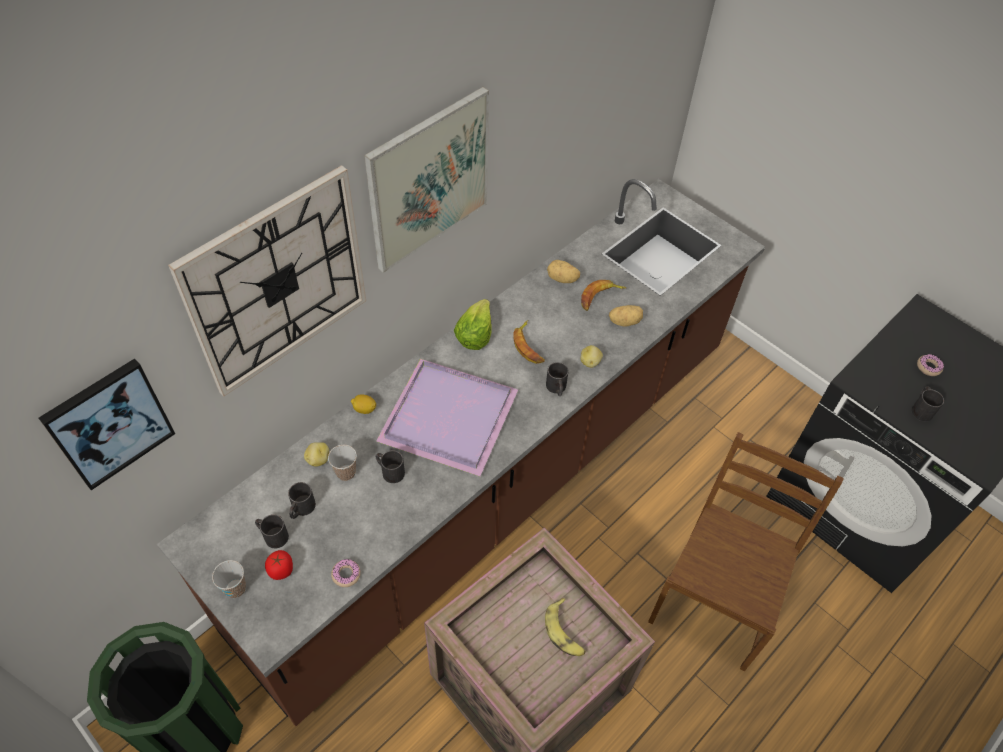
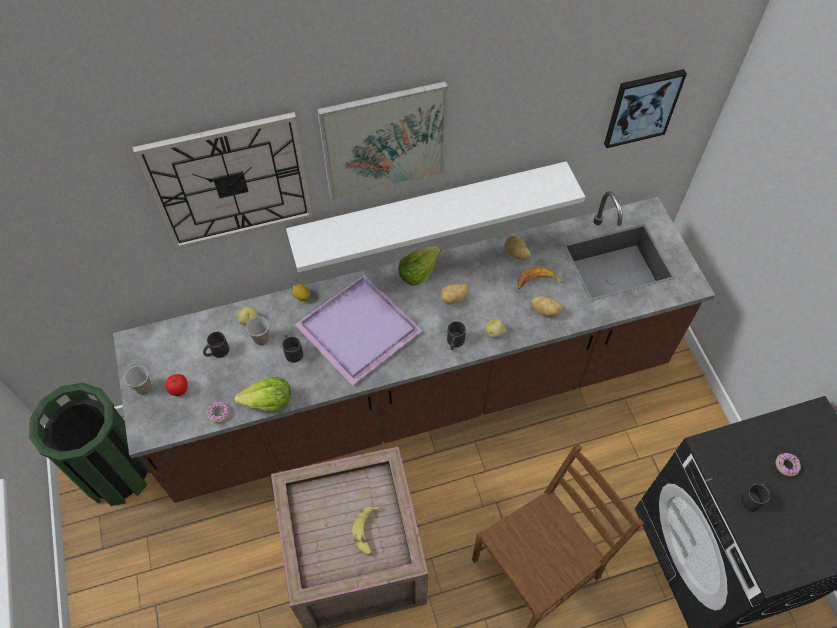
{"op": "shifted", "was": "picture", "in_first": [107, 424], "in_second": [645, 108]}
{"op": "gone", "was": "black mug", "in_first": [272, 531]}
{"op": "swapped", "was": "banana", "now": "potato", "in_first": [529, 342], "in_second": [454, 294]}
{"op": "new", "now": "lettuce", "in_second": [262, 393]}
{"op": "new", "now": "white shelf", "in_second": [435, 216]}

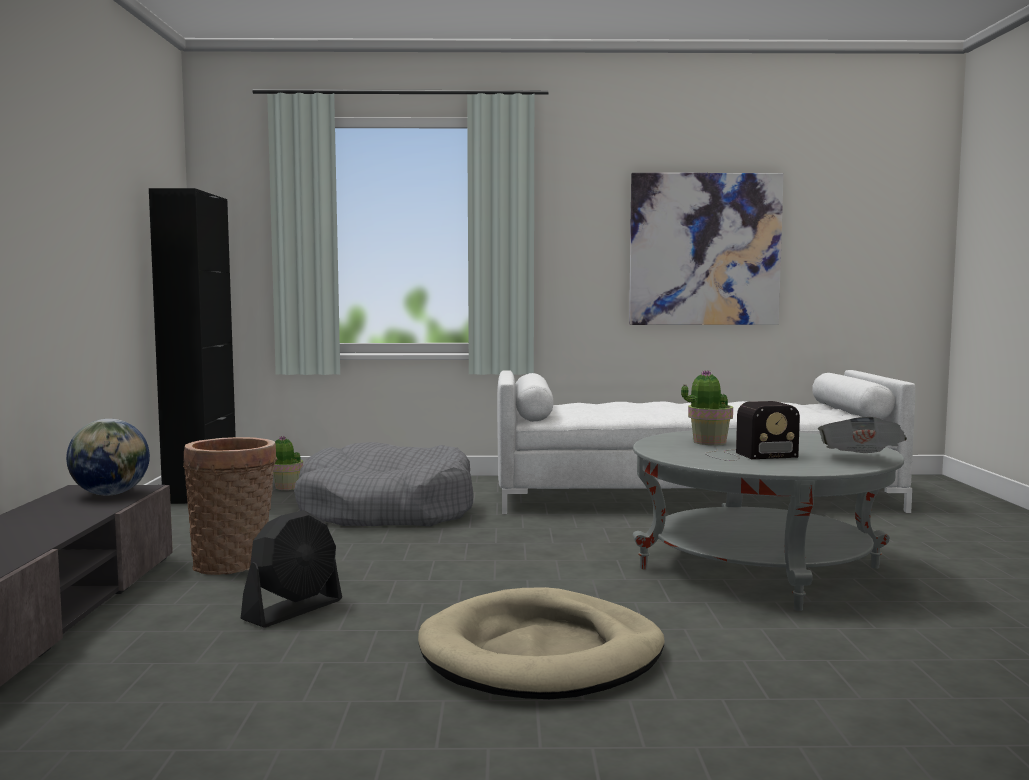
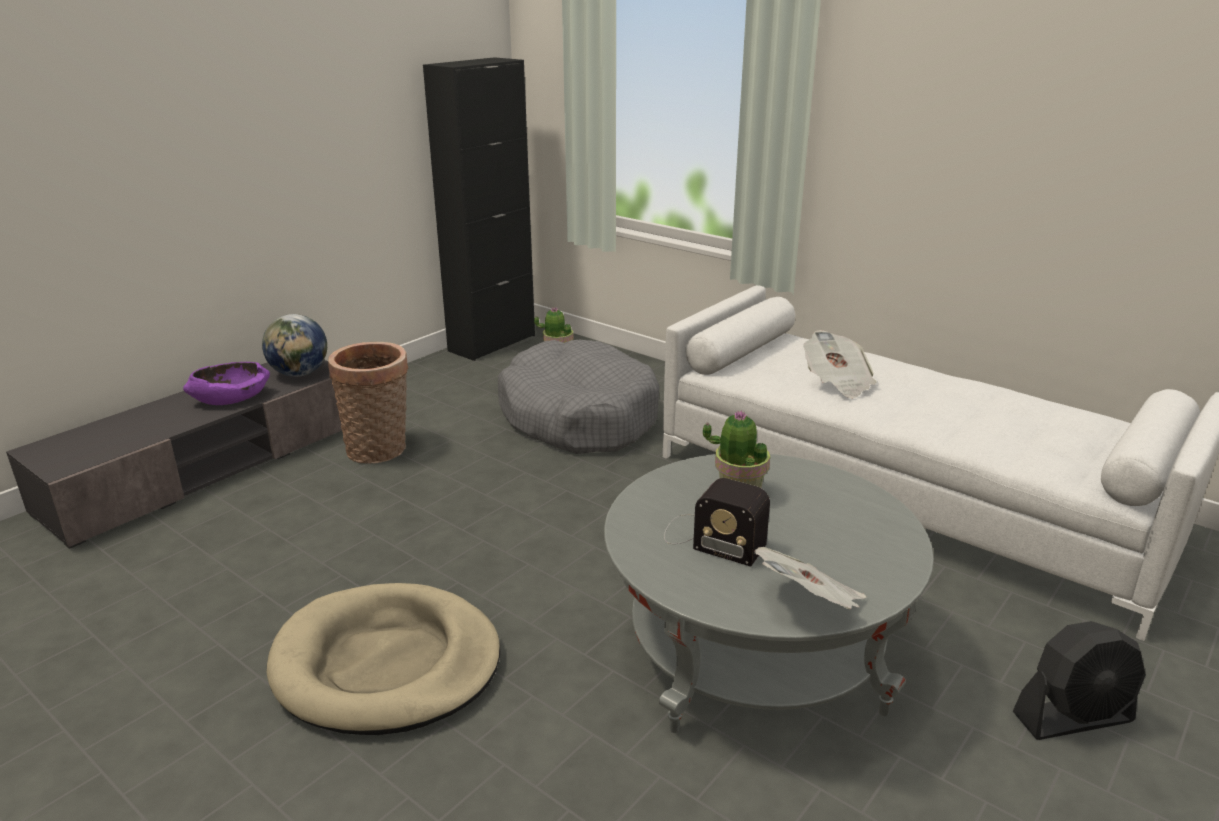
{"op": "shifted", "was": "black fan", "in_first": [291, 569], "in_second": [1079, 680]}
{"op": "gone", "was": "picture", "in_first": [706, 249]}
{"op": "new", "now": "purple bowl", "in_second": [226, 383]}
{"op": "new", "now": "newspaper", "in_second": [840, 364]}

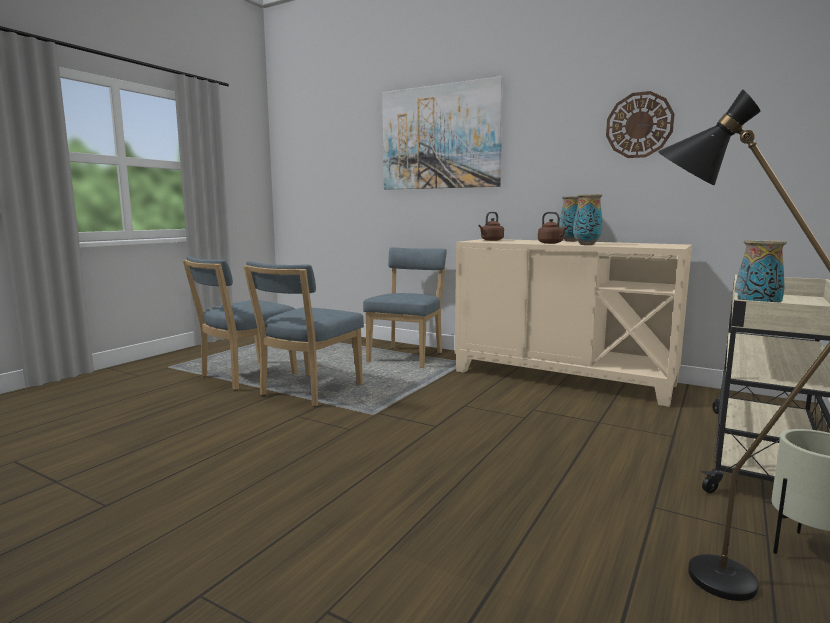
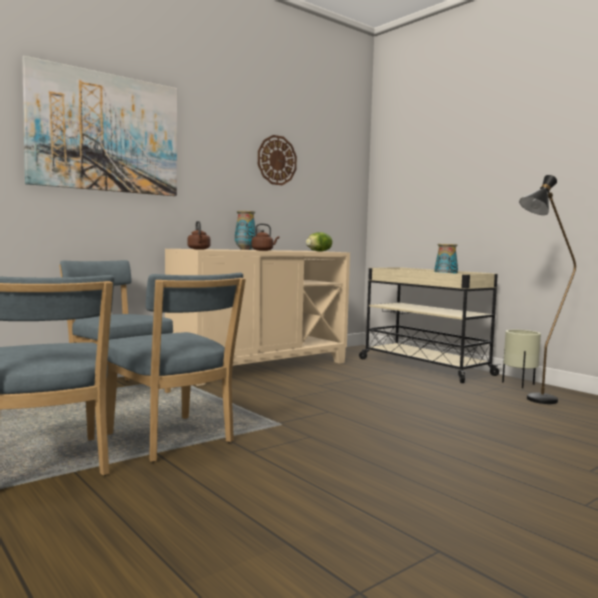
{"op": "gone", "was": "vase", "in_first": [588, 219]}
{"op": "new", "now": "lettuce", "in_second": [319, 242]}

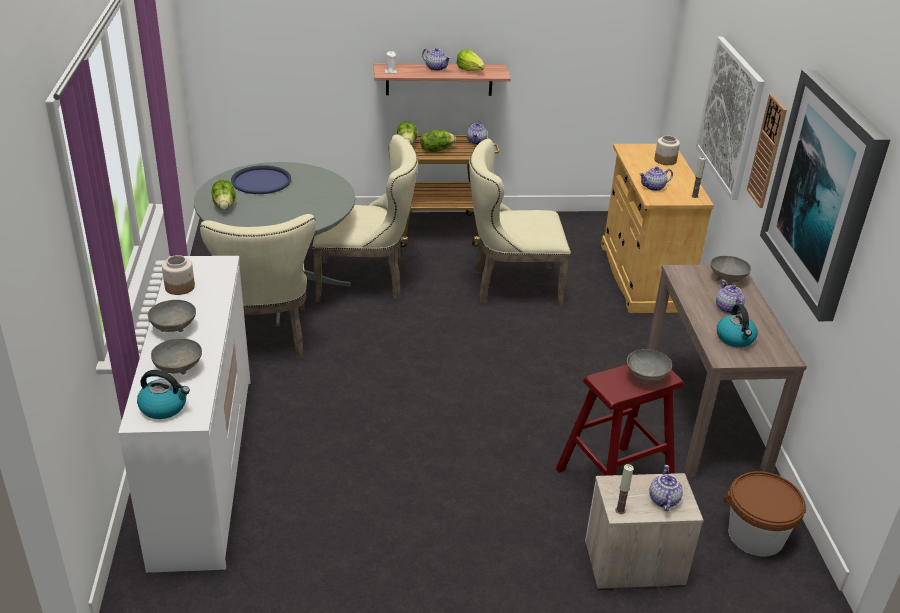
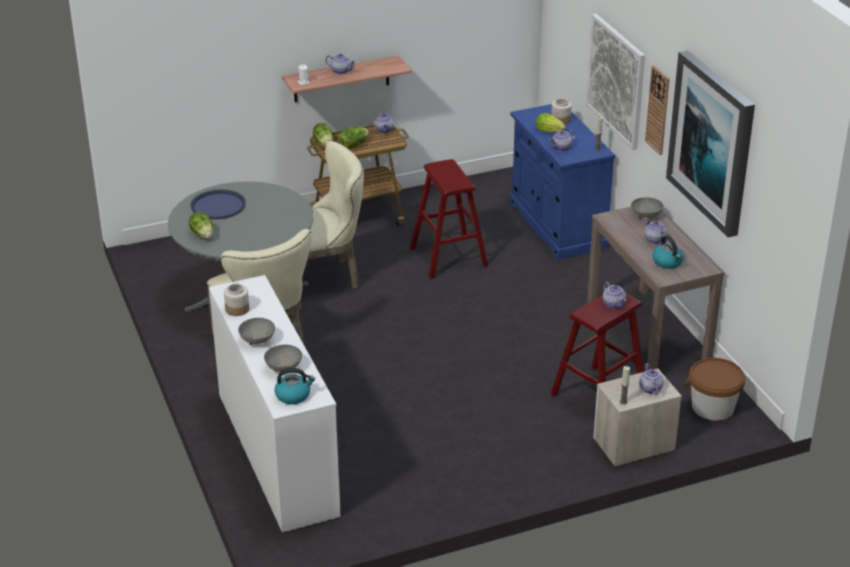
{"op": "shifted", "was": "lettuce", "in_first": [471, 60], "in_second": [551, 122]}
{"op": "swapped", "was": "beige chair", "now": "red stool", "in_first": [520, 223], "in_second": [449, 219]}
{"op": "repainted", "was": "beige cabinet", "now": "blue cabinet", "in_first": [657, 228], "in_second": [563, 182]}
{"op": "swapped", "was": "grey bowl", "now": "teapot", "in_first": [649, 367], "in_second": [614, 295]}

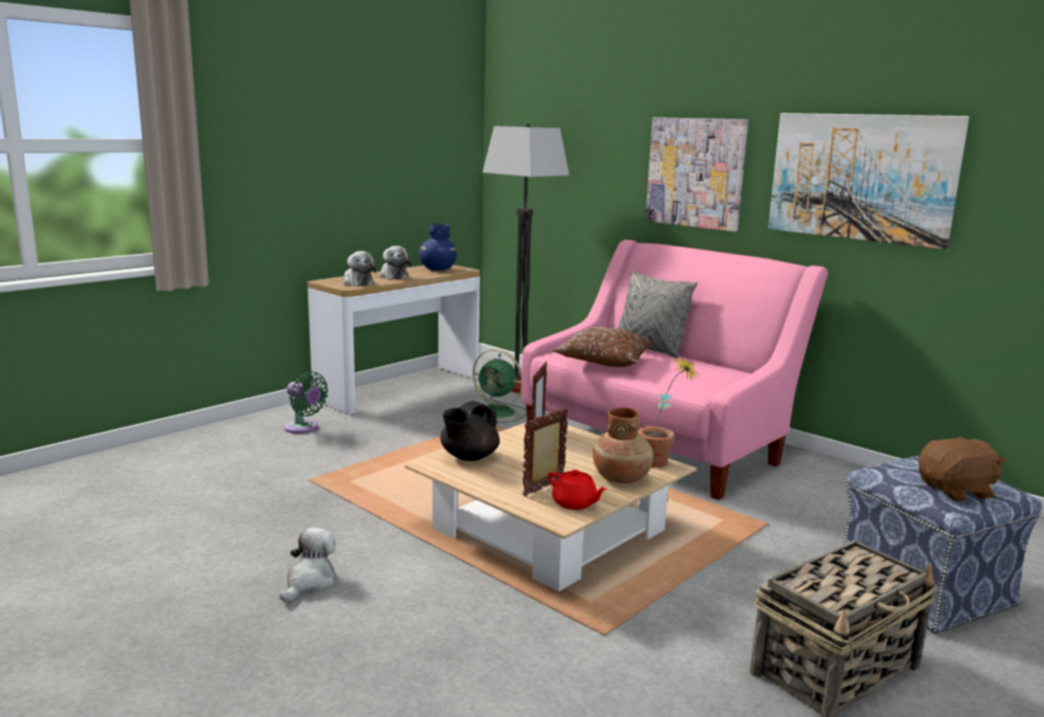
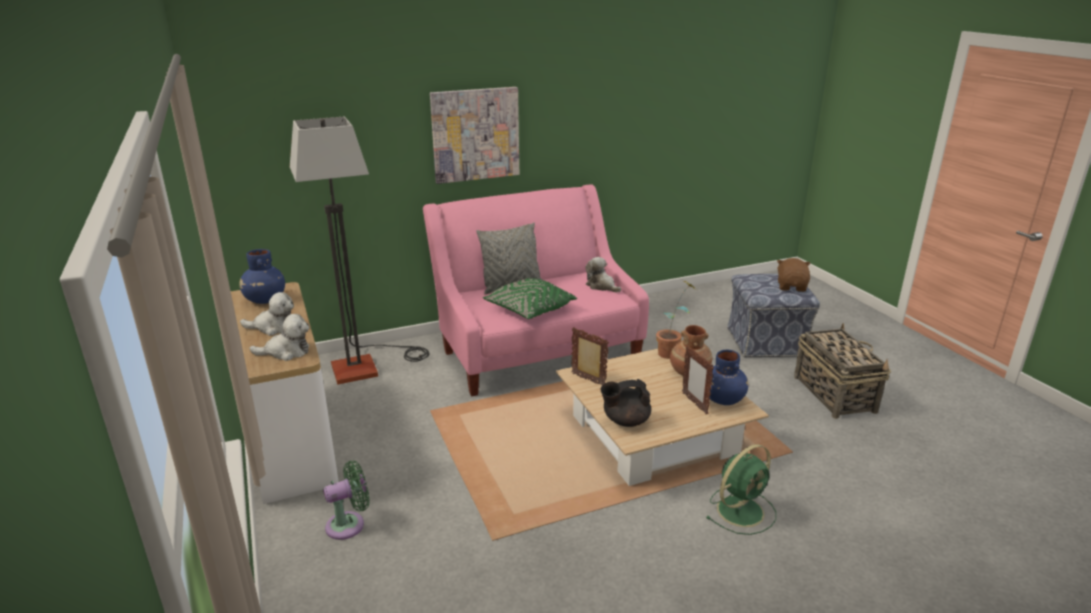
{"op": "shifted", "was": "plush toy", "in_first": [308, 564], "in_second": [603, 275]}
{"op": "rotated", "was": "black teapot", "in_first": [470, 431], "in_second": [626, 403], "clockwise": 105}
{"op": "shifted", "was": "green fan", "in_first": [498, 386], "in_second": [741, 489]}
{"op": "swapped", "was": "red teapot", "now": "blue vase", "in_first": [577, 490], "in_second": [728, 377]}
{"op": "repainted", "was": "brown pillow", "now": "green pillow", "in_first": [602, 347], "in_second": [529, 298]}
{"op": "gone", "was": "picture", "in_first": [868, 181]}

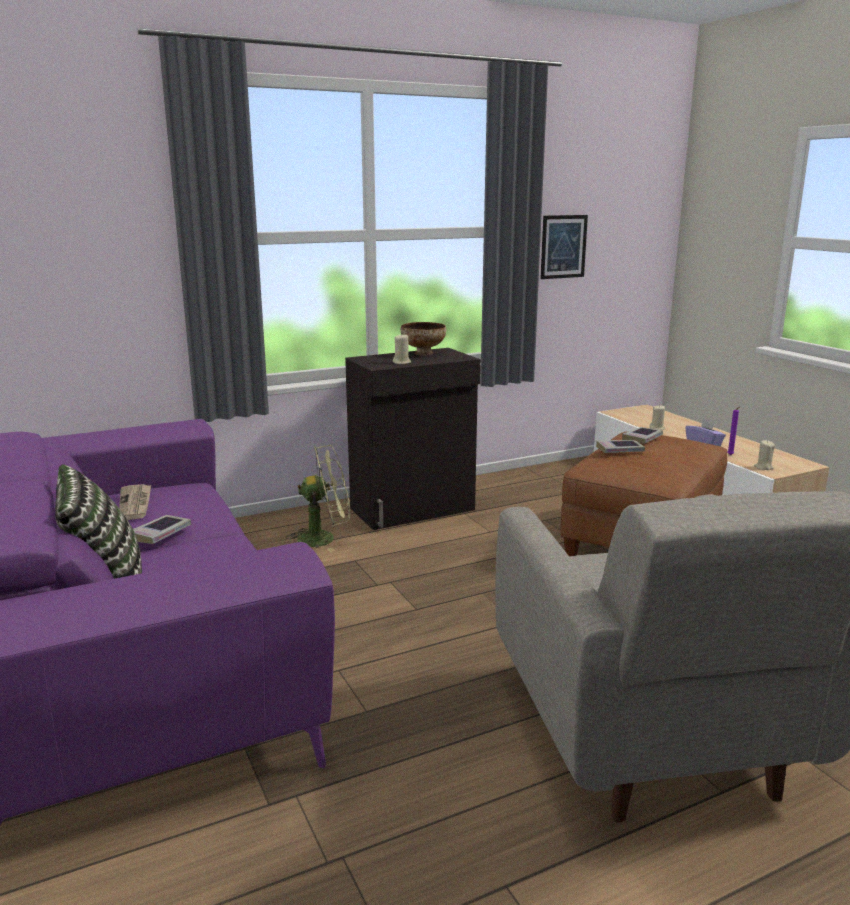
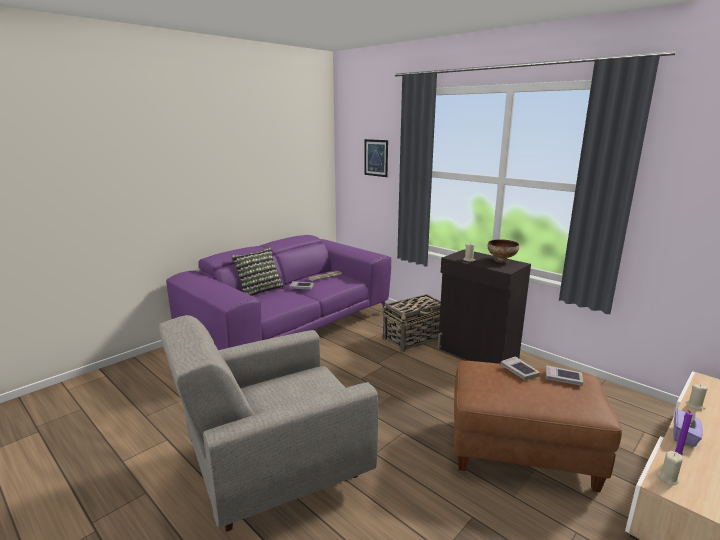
{"op": "swapped", "was": "green fan", "now": "basket", "in_first": [318, 498], "in_second": [411, 323]}
{"op": "shifted", "was": "picture", "in_first": [564, 247], "in_second": [376, 158]}

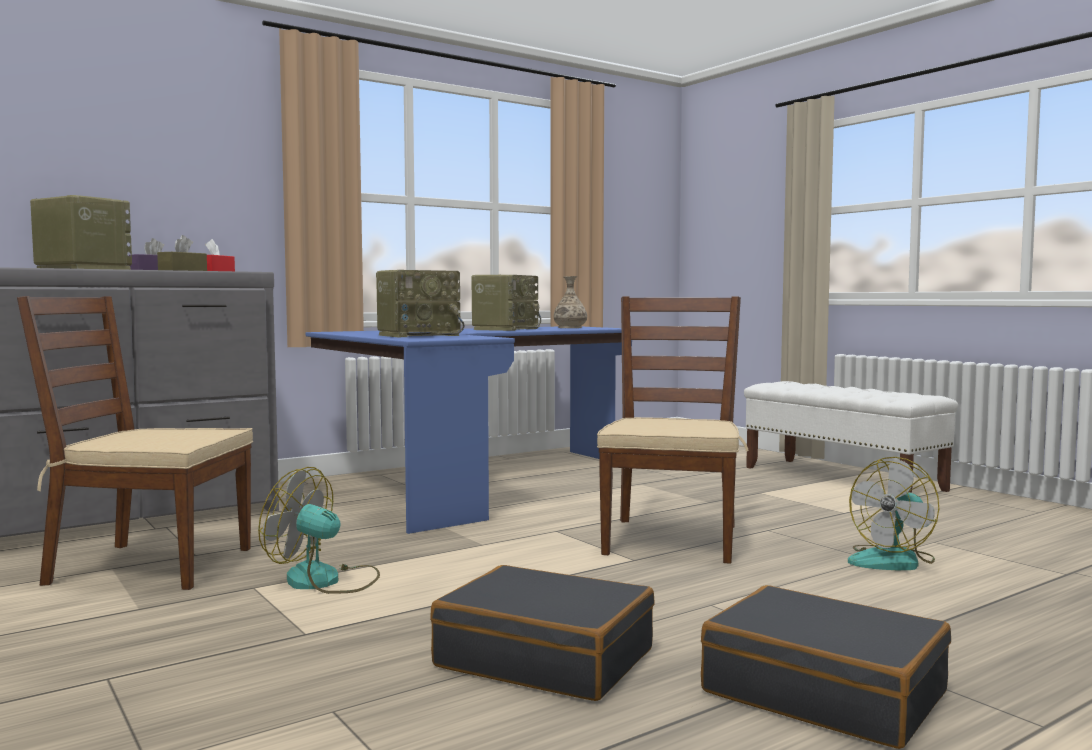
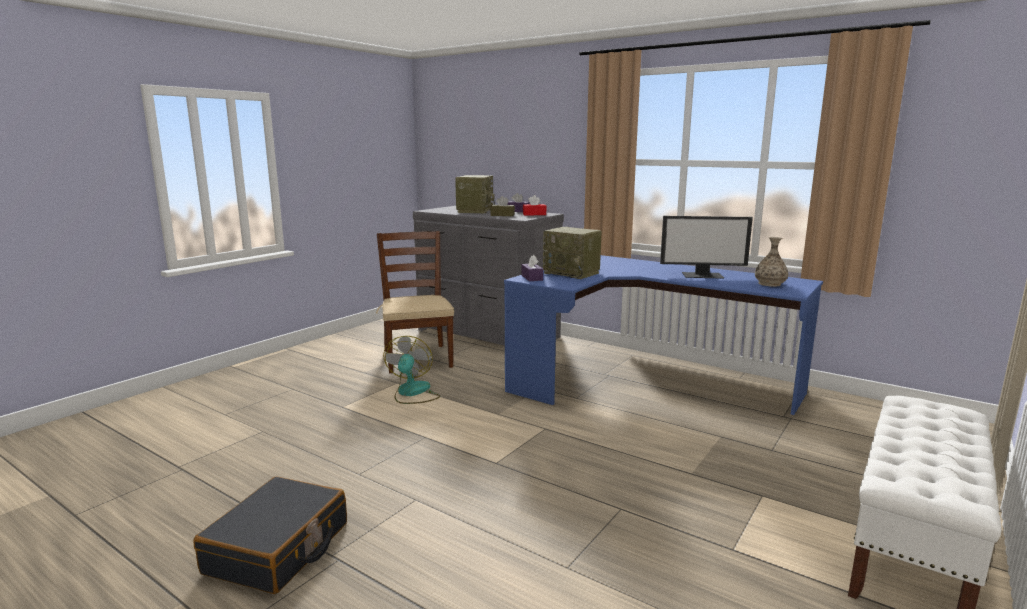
{"op": "gone", "was": "black suitcase", "in_first": [542, 633]}
{"op": "swapped", "was": "radio", "now": "monitor", "in_first": [506, 303], "in_second": [706, 247]}
{"op": "gone", "was": "brown chair", "in_first": [673, 430]}
{"op": "gone", "was": "fan", "in_first": [893, 513]}
{"op": "new", "now": "purple tissue box", "in_second": [532, 268]}

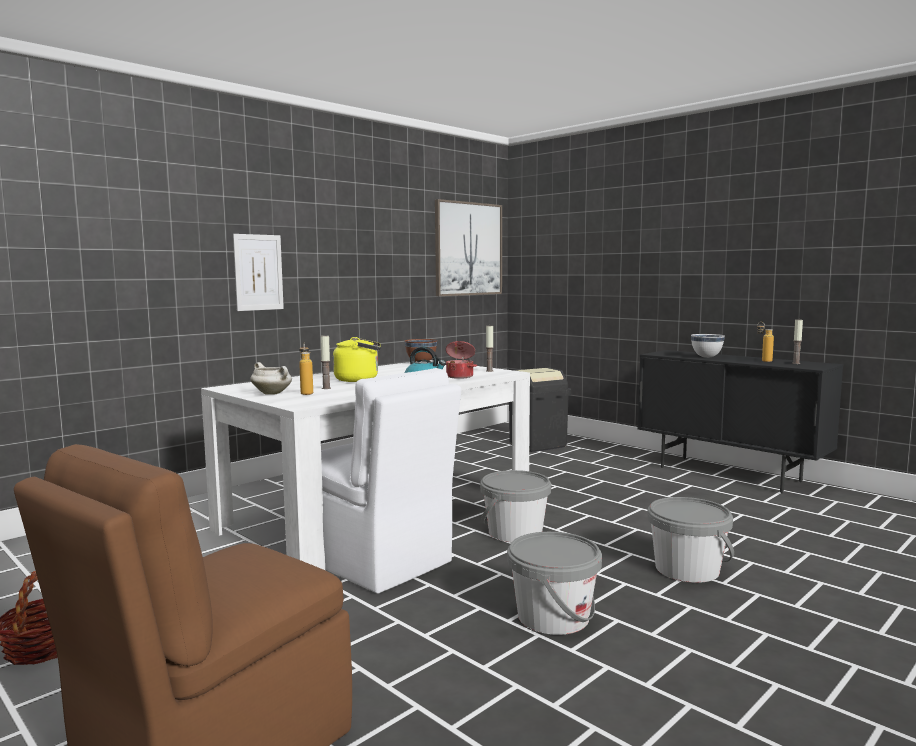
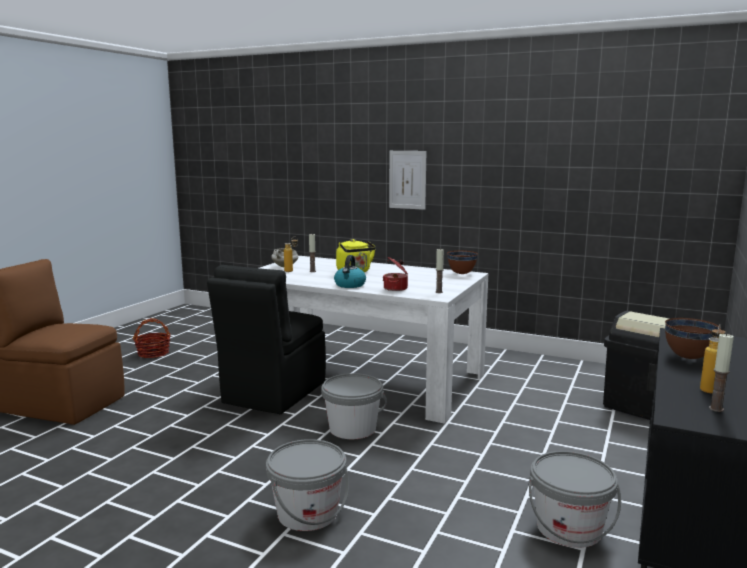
{"op": "repainted", "was": "white chair", "now": "black chair", "in_first": [391, 481], "in_second": [266, 339]}
{"op": "gone", "was": "picture", "in_first": [468, 247]}
{"op": "shifted", "was": "grey bucket", "in_first": [554, 583], "in_second": [575, 499]}
{"op": "repainted", "was": "white bowl", "now": "brown bowl", "in_first": [708, 346], "in_second": [693, 338]}

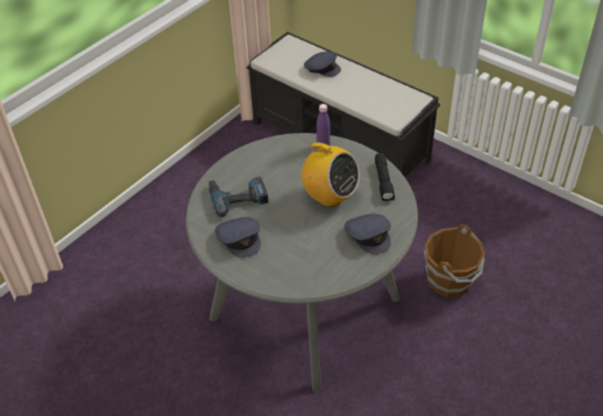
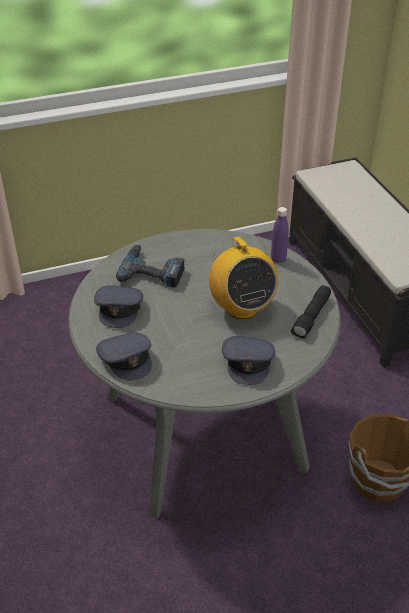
{"op": "shifted", "was": "grey cap", "in_first": [322, 64], "in_second": [124, 356]}

